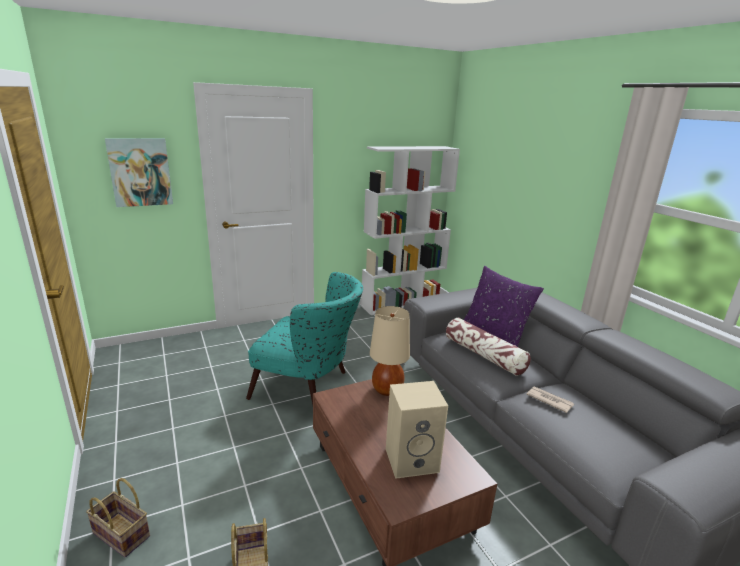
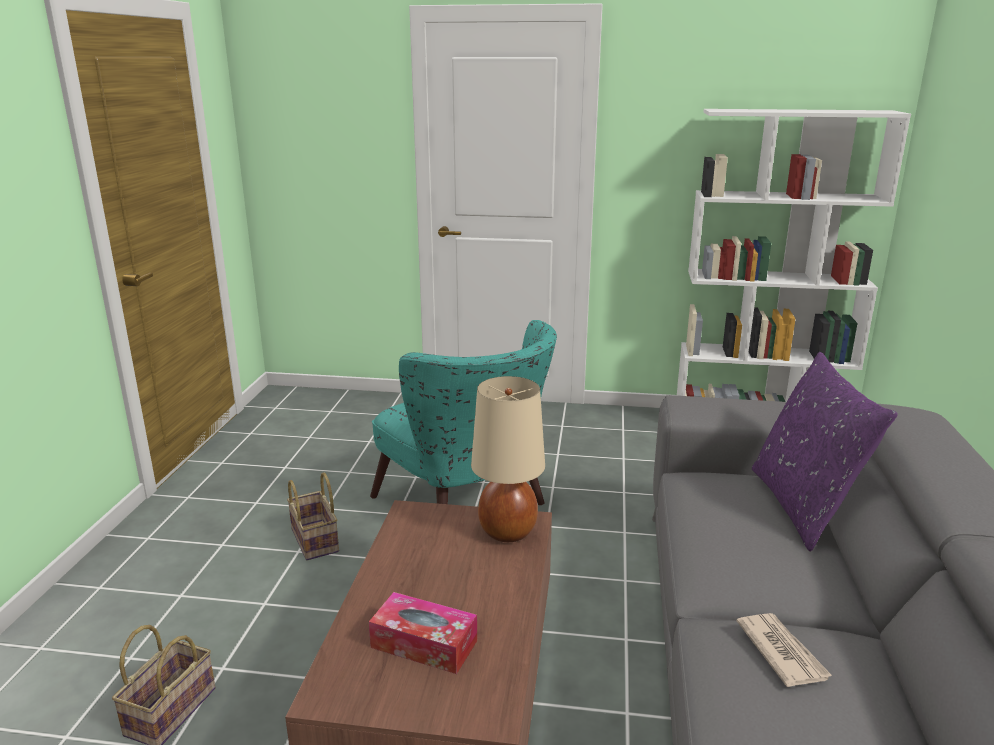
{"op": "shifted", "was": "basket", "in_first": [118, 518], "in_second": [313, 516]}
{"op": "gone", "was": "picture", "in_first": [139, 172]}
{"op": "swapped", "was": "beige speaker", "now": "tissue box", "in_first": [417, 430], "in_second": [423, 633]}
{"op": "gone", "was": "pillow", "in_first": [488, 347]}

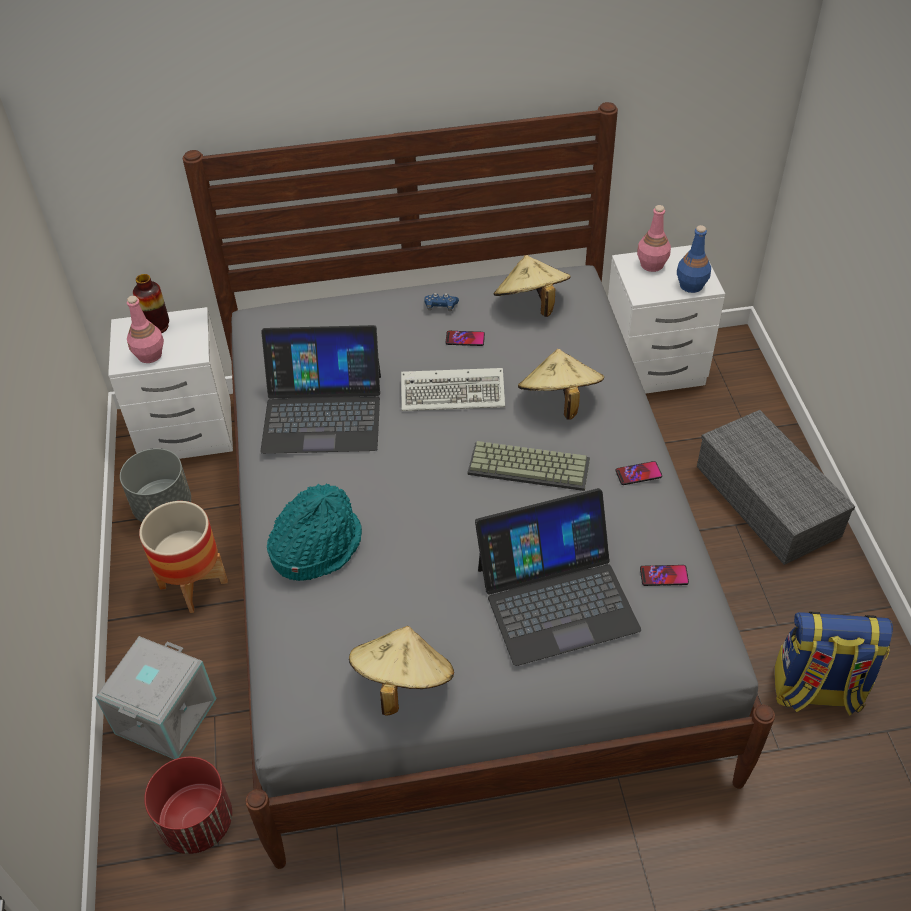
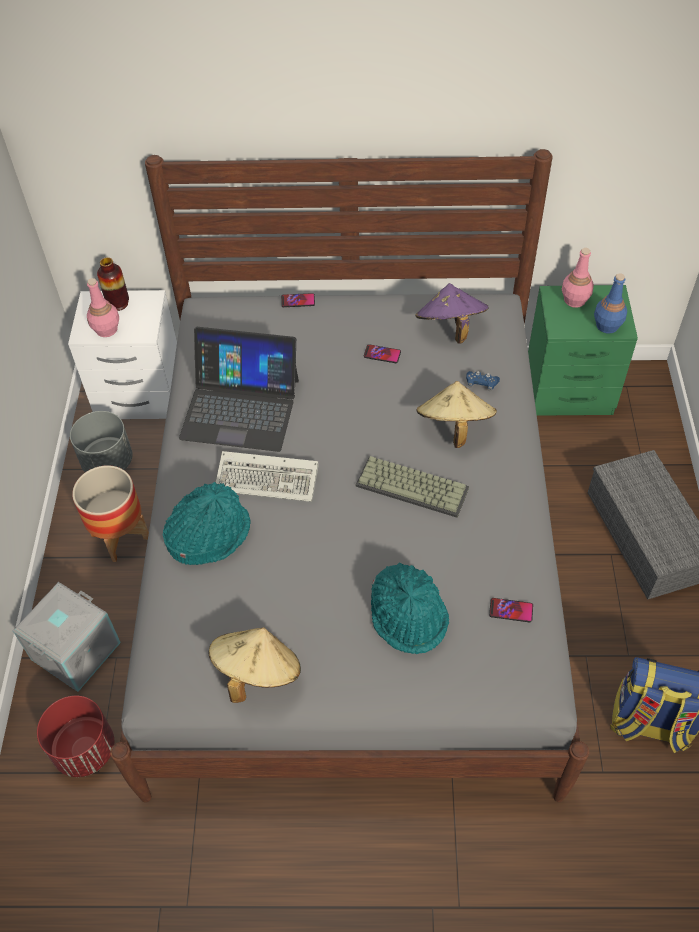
{"op": "shifted", "was": "keyboard", "in_first": [453, 389], "in_second": [267, 476]}
{"op": "shifted", "was": "blue game controller", "in_first": [441, 302], "in_second": [483, 381]}
{"op": "swapped", "was": "laptop", "now": "turquoise hat", "in_first": [558, 577], "in_second": [410, 608]}
{"op": "repainted", "was": "beige hat", "now": "purple hat", "in_first": [532, 286], "in_second": [451, 313]}
{"op": "repainted", "was": "white nightstand", "now": "green nightstand", "in_first": [666, 319], "in_second": [583, 350]}
{"op": "shifted", "was": "phone", "in_first": [639, 473], "in_second": [298, 300]}

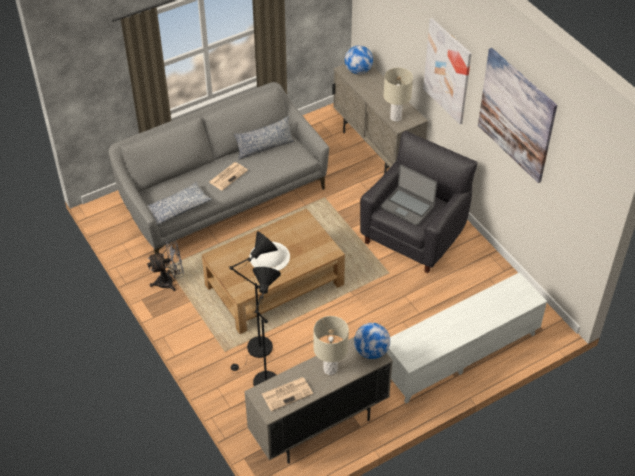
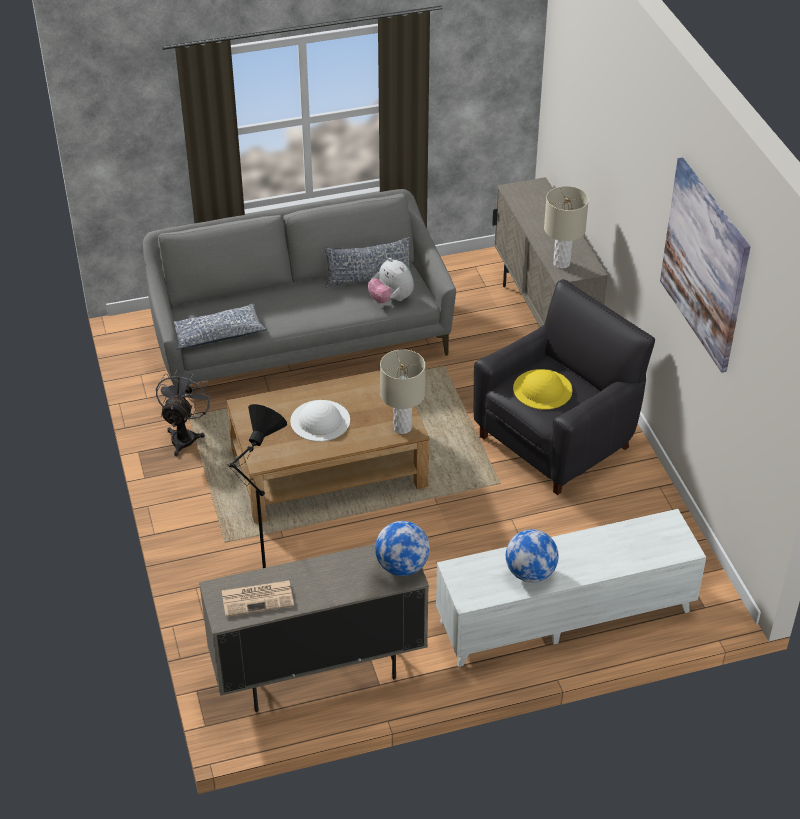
{"op": "rotated", "was": "grey fan", "in_first": [165, 265], "in_second": [184, 412], "clockwise": -75}
{"op": "gone", "was": "newspaper", "in_first": [228, 176]}
{"op": "gone", "was": "black floor lamp", "in_first": [253, 302]}
{"op": "shifted", "was": "beige table lamp", "in_first": [331, 345], "in_second": [402, 391]}
{"op": "shifted", "was": "globe", "in_first": [359, 59], "in_second": [532, 555]}
{"op": "swapped", "was": "laptop", "now": "yellow hat", "in_first": [409, 195], "in_second": [543, 389]}
{"op": "gone", "was": "picture", "in_first": [447, 71]}
{"op": "new", "now": "plush toy", "in_second": [391, 280]}

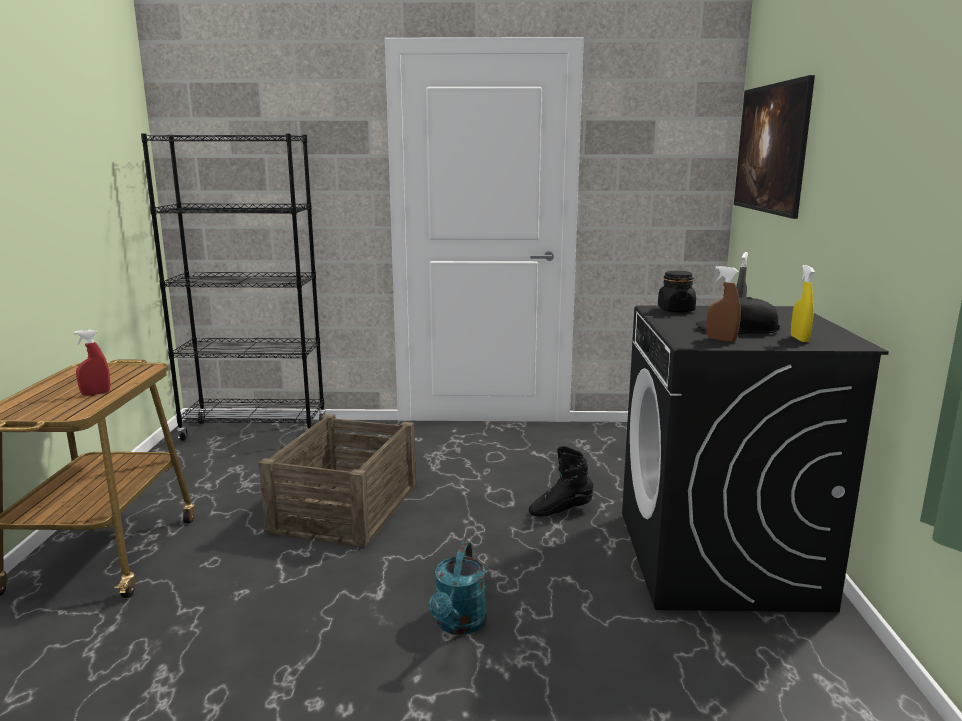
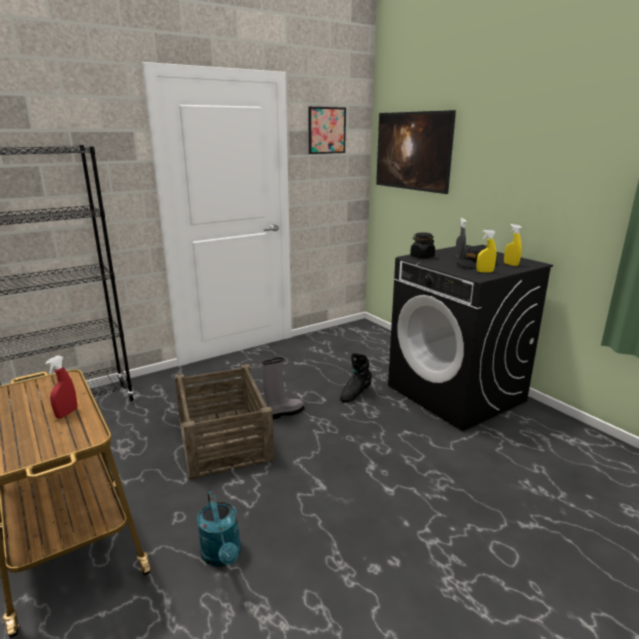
{"op": "shifted", "was": "turquoise watering can", "in_first": [457, 588], "in_second": [219, 528]}
{"op": "repainted", "was": "brown spray bottle", "now": "yellow spray bottle", "in_first": [723, 304], "in_second": [486, 251]}
{"op": "new", "now": "grey boot", "in_second": [283, 388]}
{"op": "new", "now": "picture", "in_second": [327, 130]}

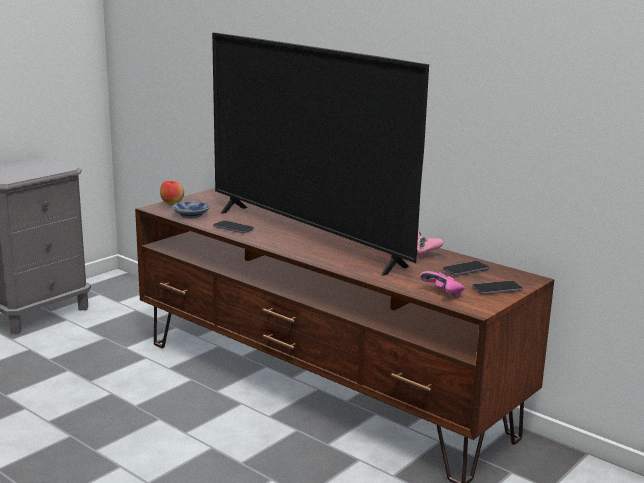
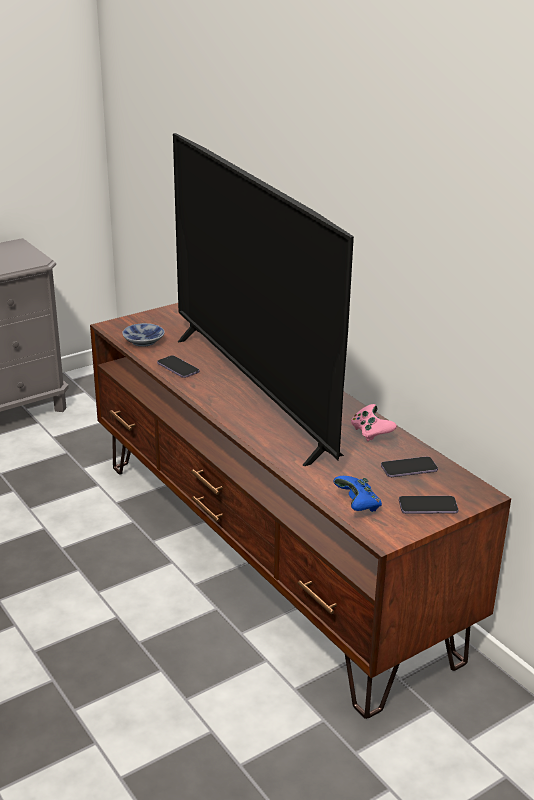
{"op": "gone", "was": "apple", "in_first": [172, 193]}
{"op": "repainted", "was": "pink game controller", "now": "blue game controller", "in_first": [442, 283], "in_second": [358, 494]}

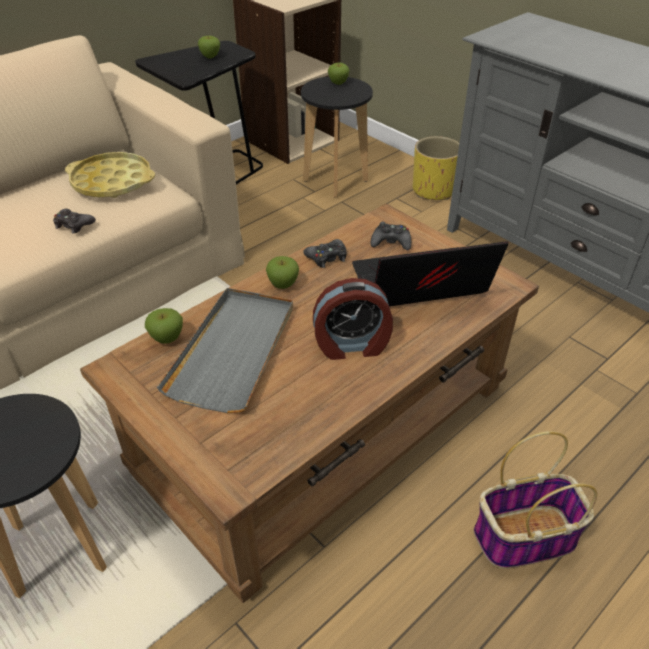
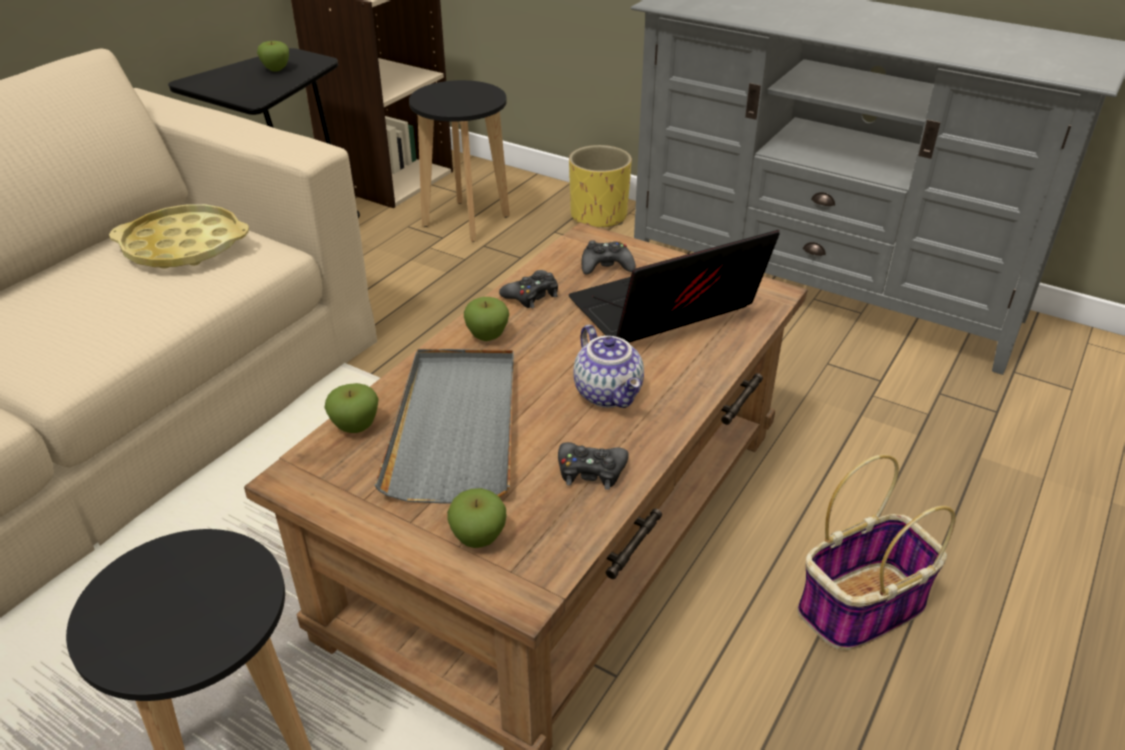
{"op": "shifted", "was": "black game controller", "in_first": [74, 221], "in_second": [593, 466]}
{"op": "swapped", "was": "alarm clock", "now": "teapot", "in_first": [353, 319], "in_second": [608, 366]}
{"op": "shifted", "was": "apple", "in_first": [339, 73], "in_second": [476, 518]}

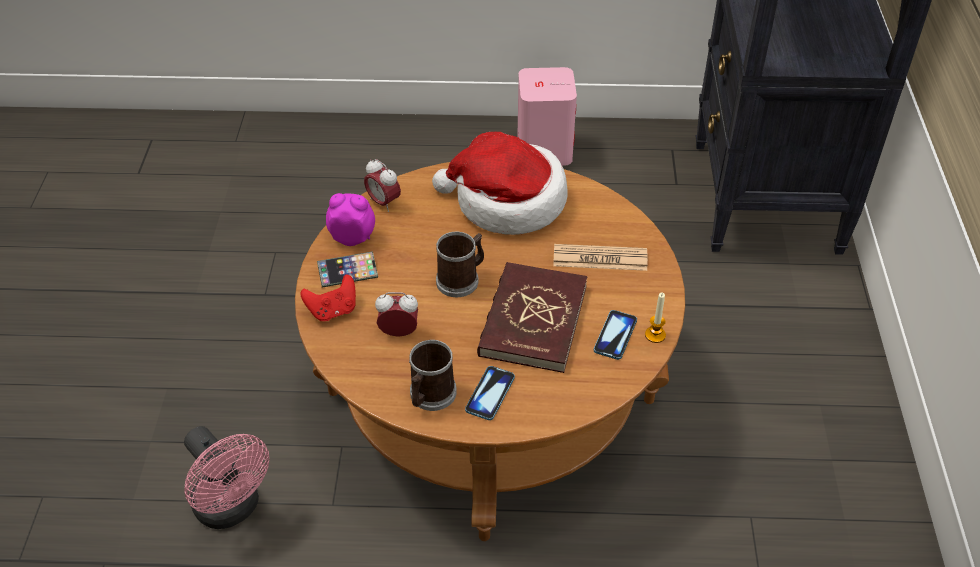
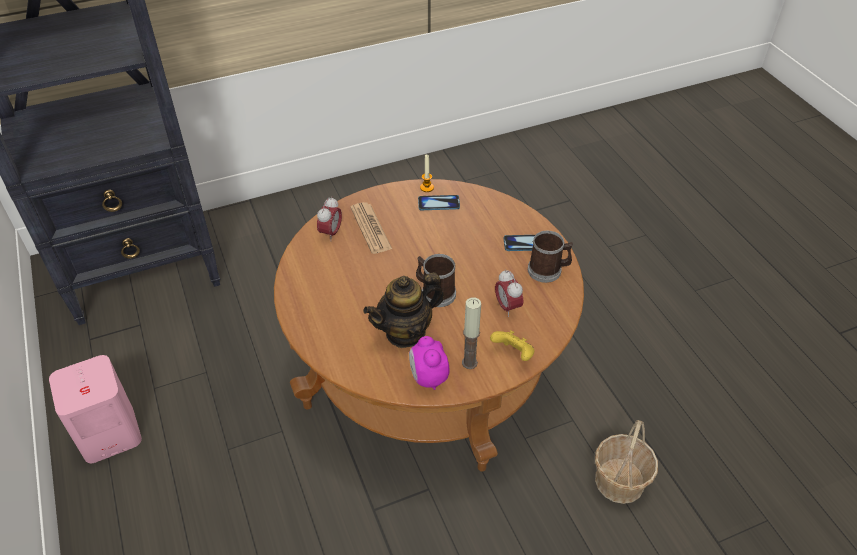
{"op": "swapped", "was": "pink fan", "now": "basket", "in_first": [226, 477], "in_second": [626, 462]}
{"op": "repainted", "was": "red game controller", "now": "yellow game controller", "in_first": [328, 297], "in_second": [512, 345]}
{"op": "swapped", "was": "phone", "now": "candle", "in_first": [347, 269], "in_second": [471, 333]}
{"op": "shifted", "was": "alarm clock", "in_first": [382, 185], "in_second": [329, 219]}
{"op": "gone", "was": "hat", "in_first": [500, 183]}
{"op": "gone", "was": "red book", "in_first": [532, 317]}
{"op": "new", "now": "teapot", "in_second": [403, 310]}

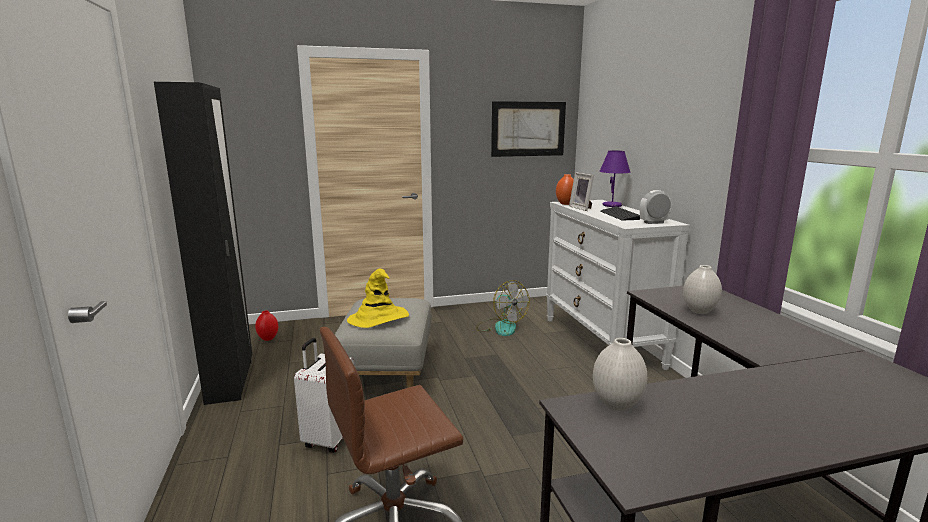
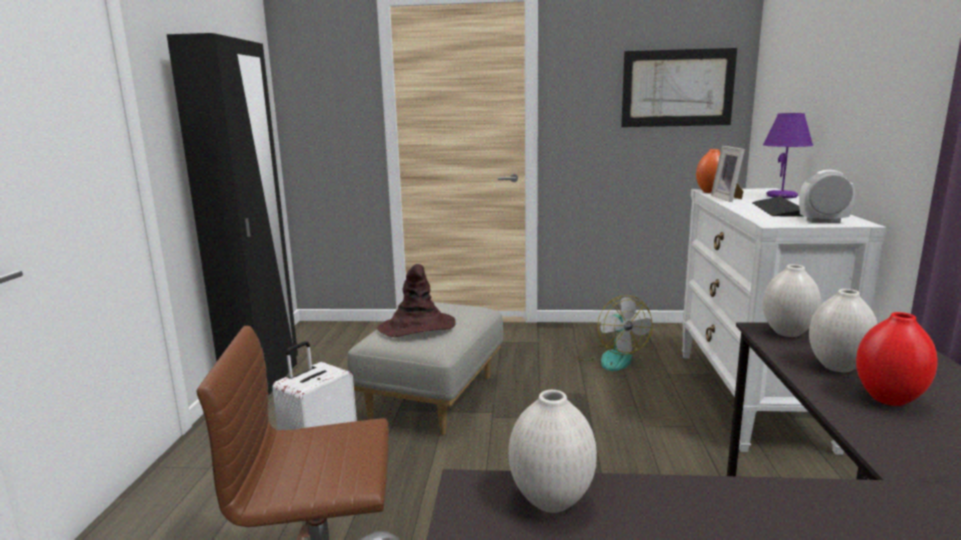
{"op": "shifted", "was": "red vase", "in_first": [266, 326], "in_second": [897, 359]}
{"op": "repainted", "was": "yellow hat", "now": "brown hat", "in_first": [378, 298], "in_second": [416, 300]}
{"op": "new", "now": "white vase", "in_second": [792, 300]}

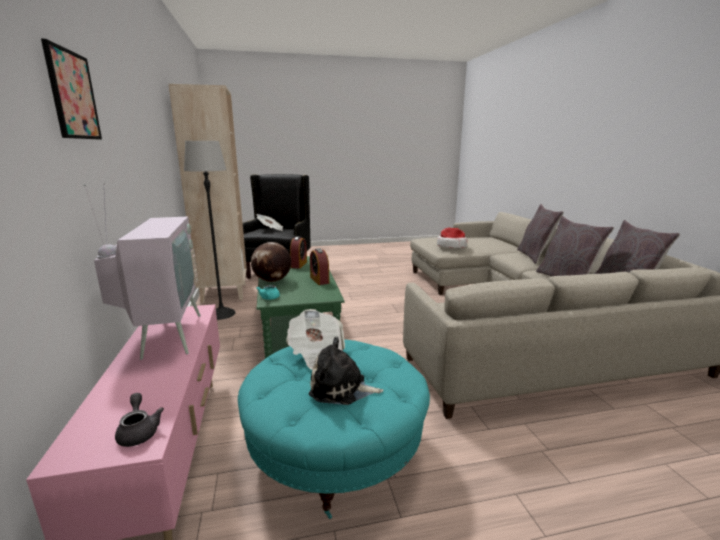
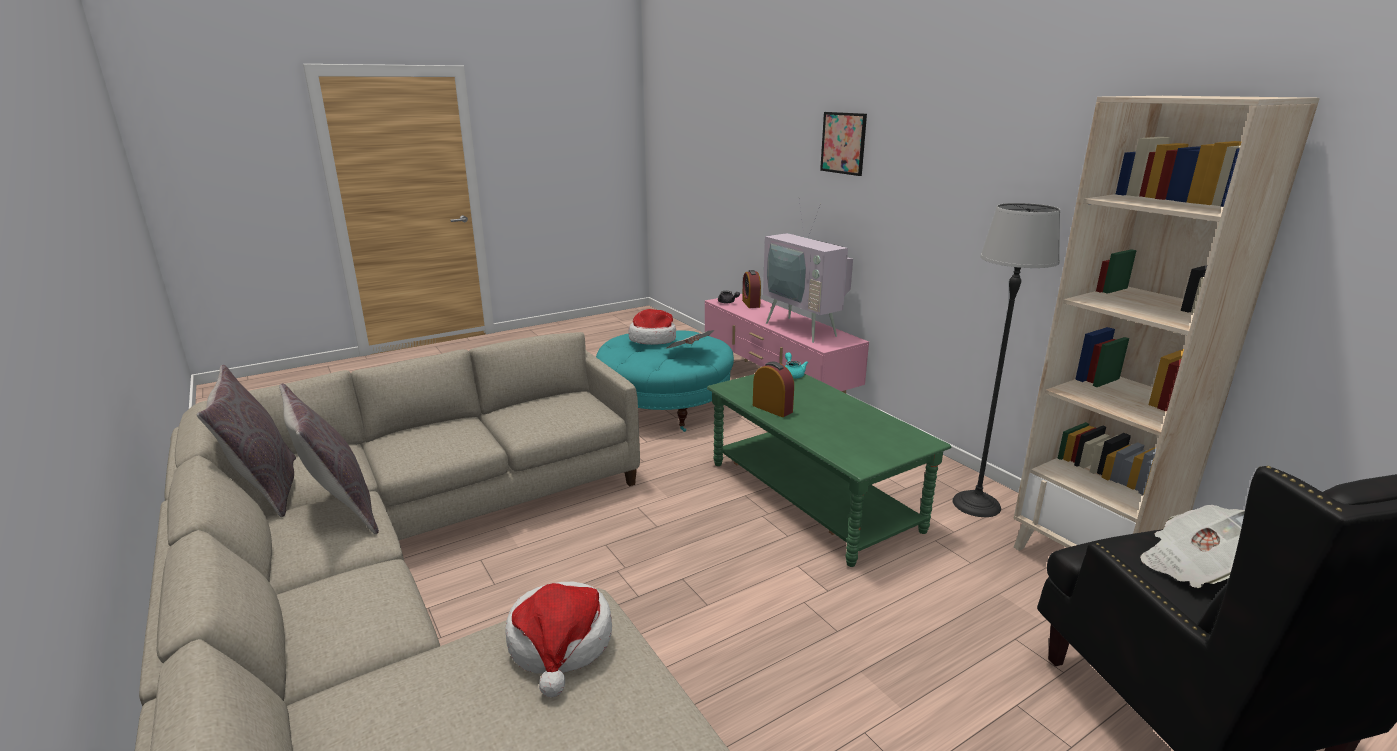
{"op": "gone", "was": "globe", "in_first": [271, 262]}
{"op": "shifted", "was": "alarm clock", "in_first": [298, 252], "in_second": [751, 289]}
{"op": "swapped", "was": "plush toy", "now": "hat", "in_first": [346, 371], "in_second": [652, 327]}
{"op": "gone", "was": "grey pillow", "in_first": [540, 234]}

